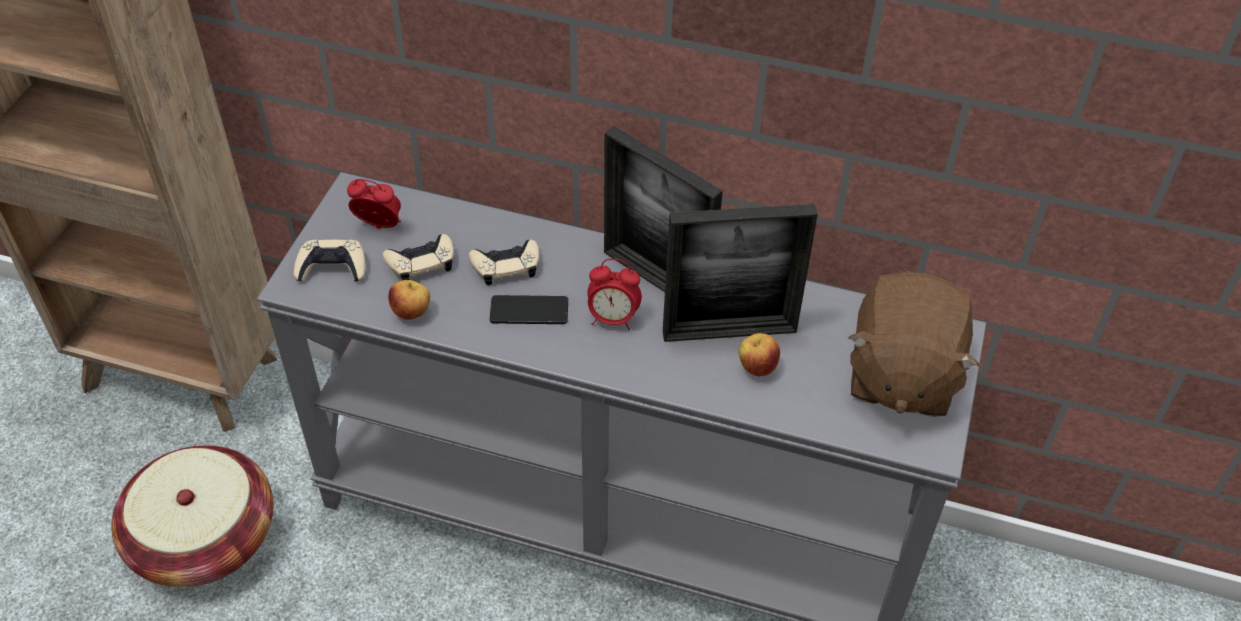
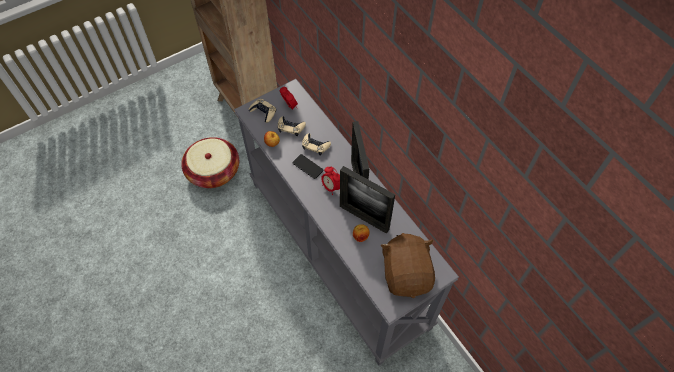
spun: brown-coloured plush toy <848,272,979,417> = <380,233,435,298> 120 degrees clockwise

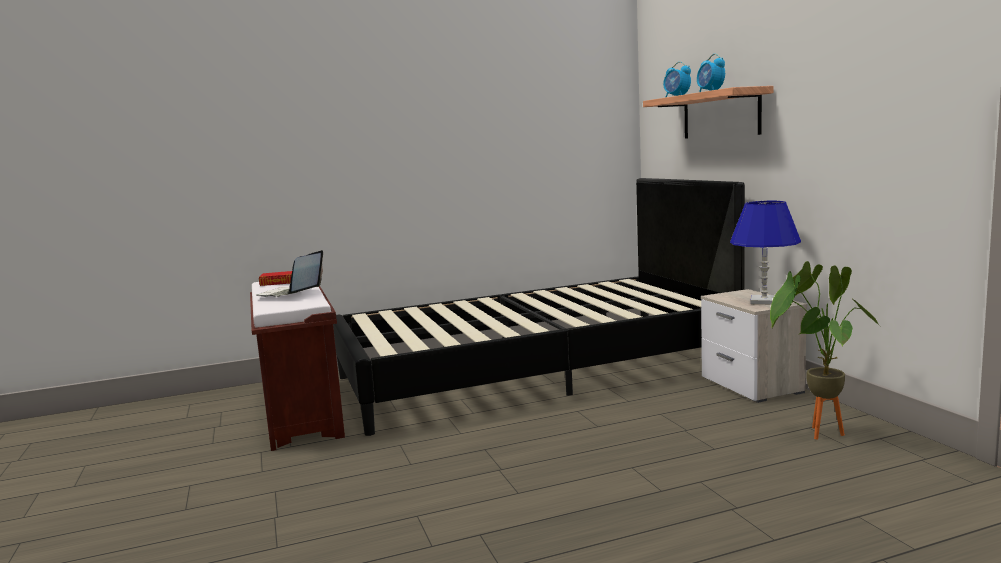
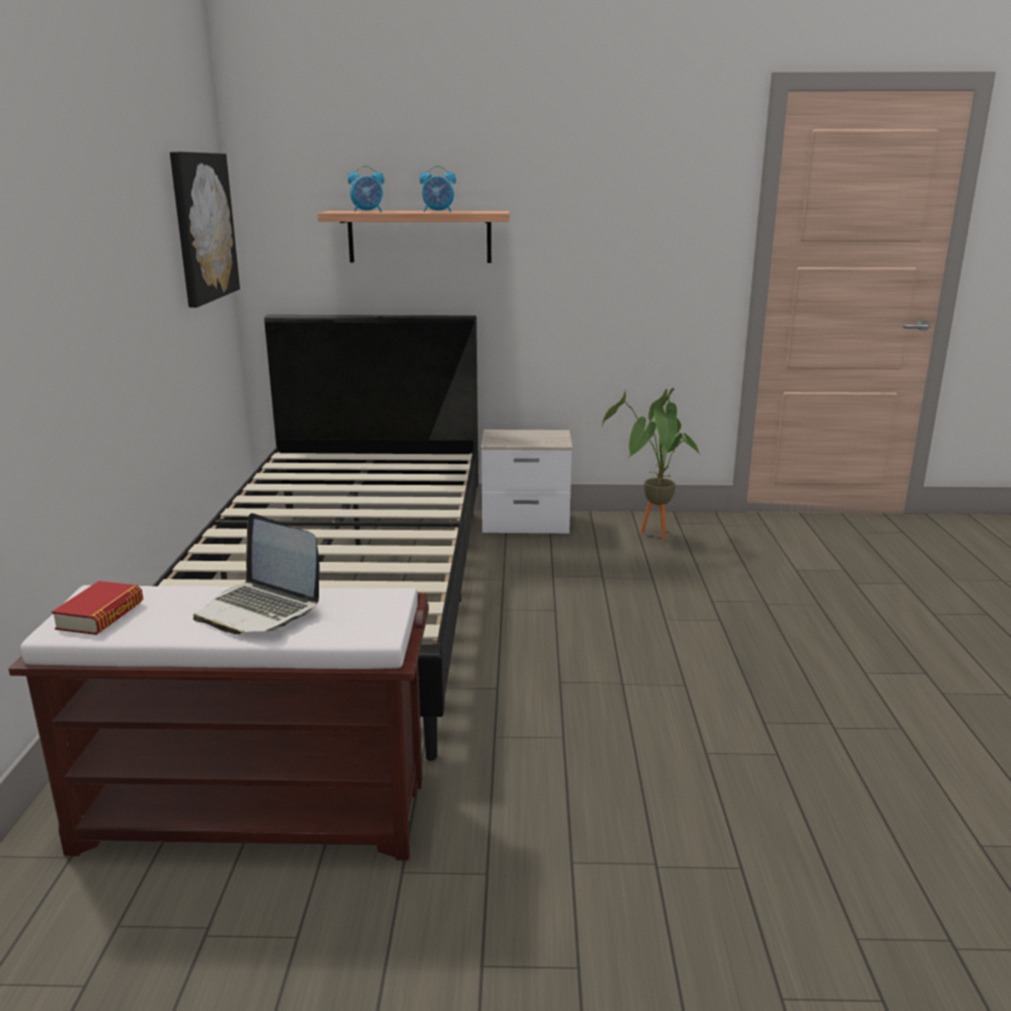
missing: bluish table lamp <730,201,801,305>
appeared: wall picture <170,151,240,308>

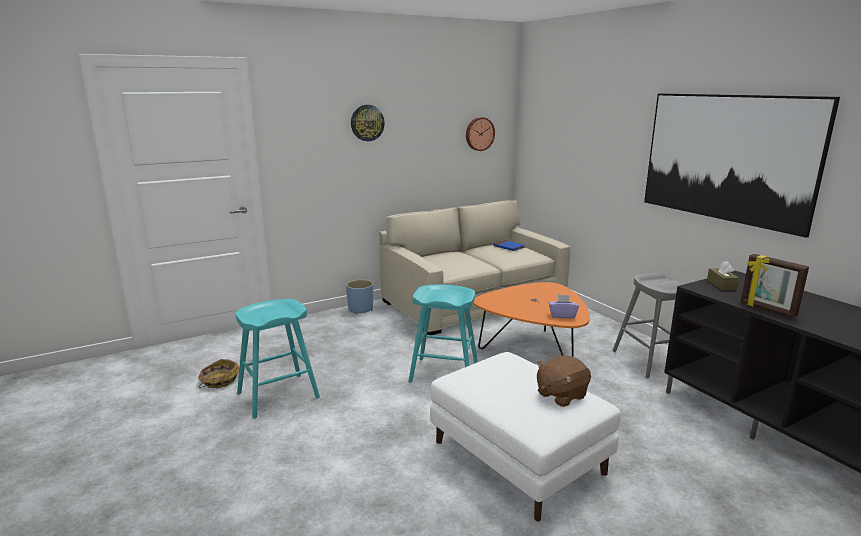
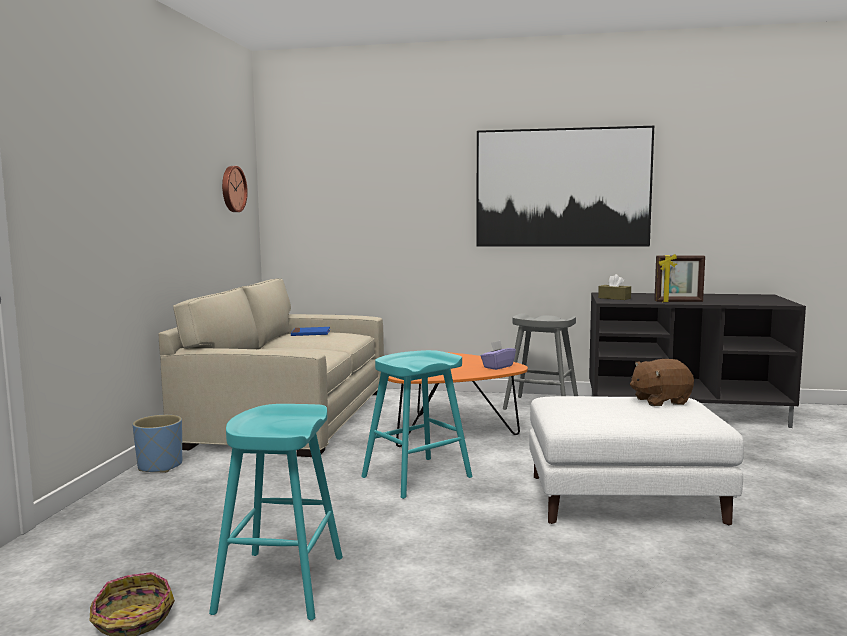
missing: wall clock <351,105,385,141>
spun: brown-coloured plush toy <537,356,591,407> = <630,359,694,406> 75 degrees clockwise

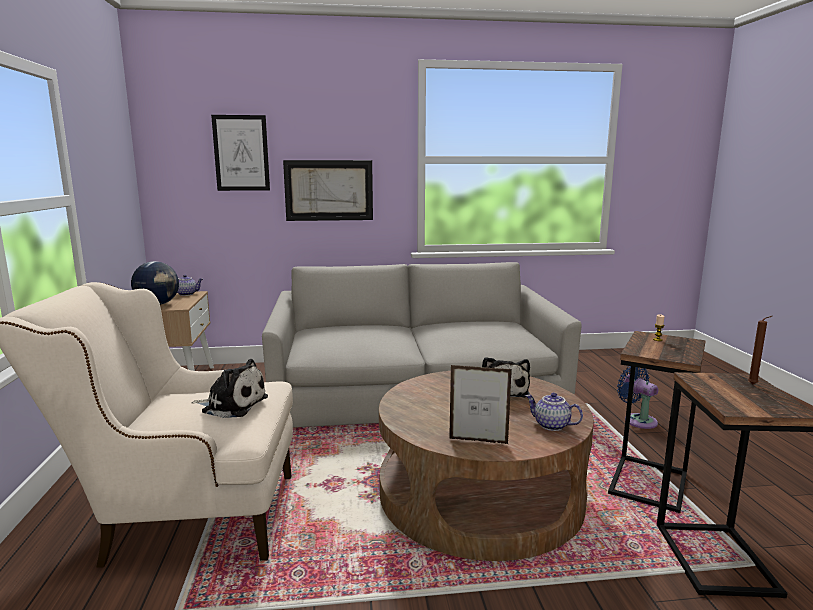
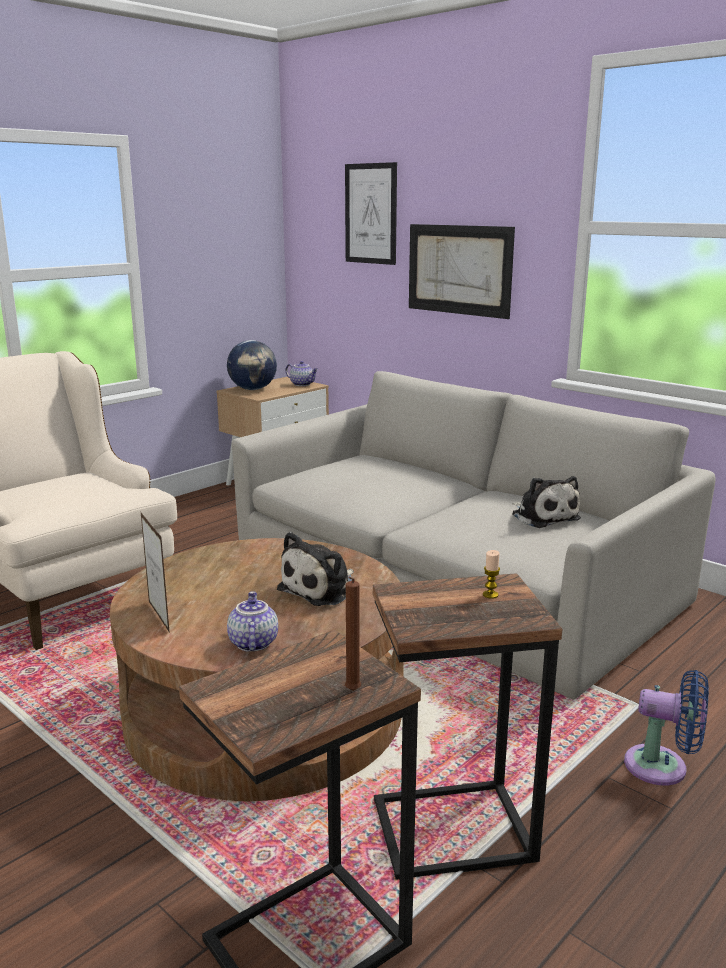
relocated: plush toy <191,359,268,418> to <512,476,581,528>
spun: bluish fan <617,366,659,429> = <624,670,709,785> 90 degrees clockwise

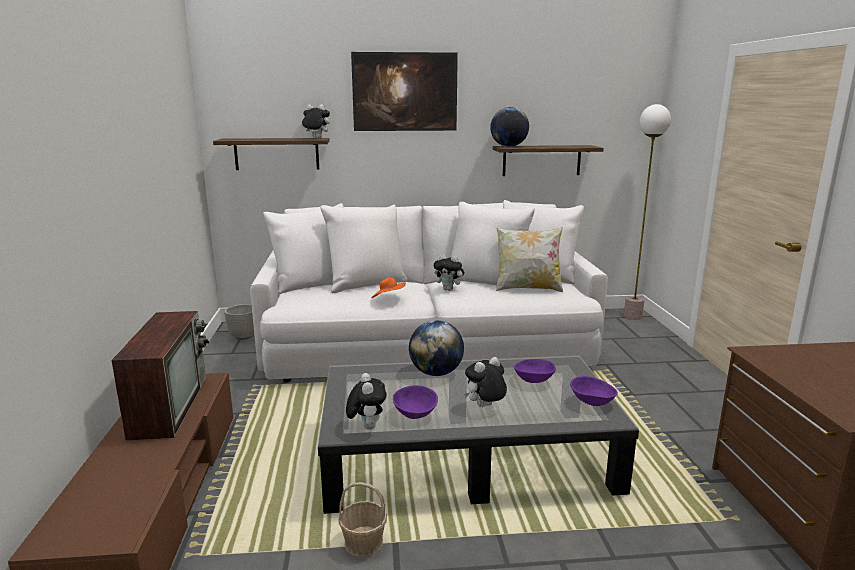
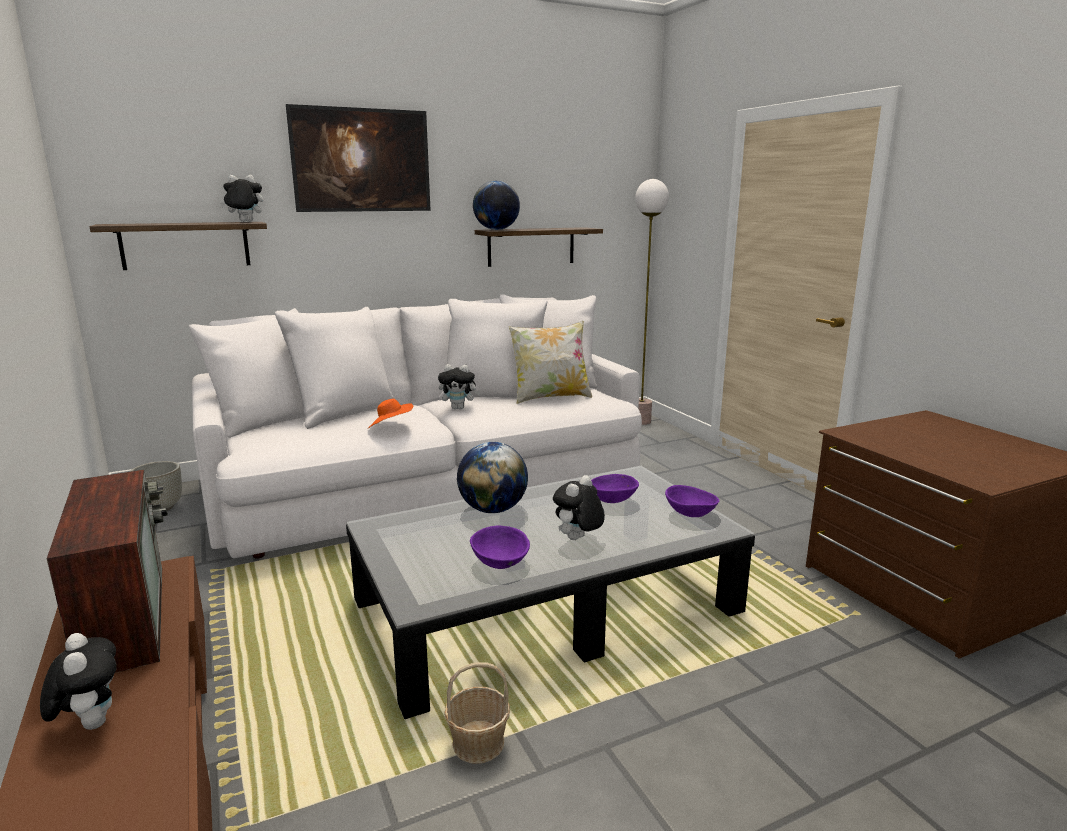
relocated: plush toy <346,373,387,430> to <40,633,117,730>

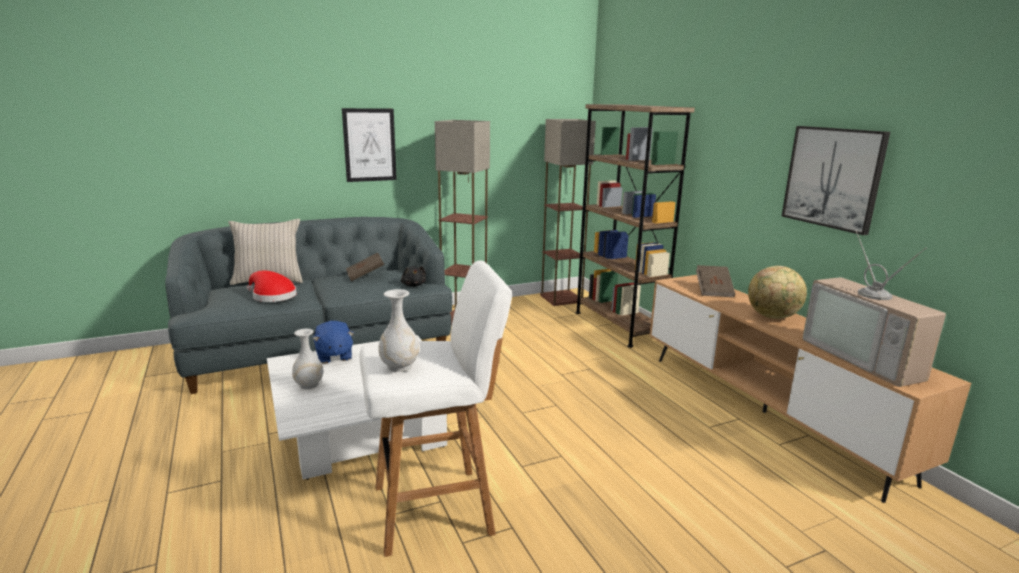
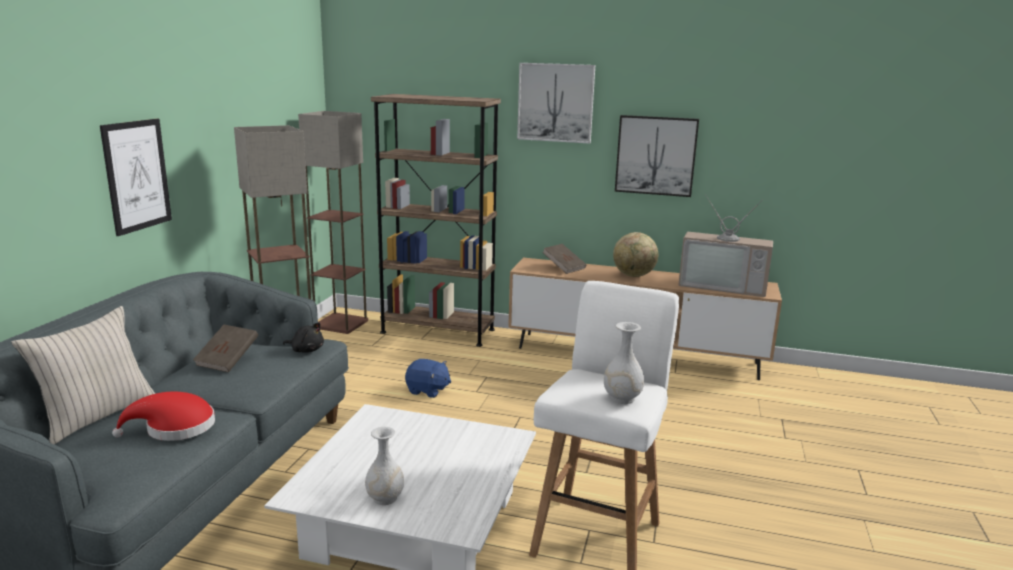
appeared: wall picture <517,63,595,144>
relocated: bluish plush toy <313,321,354,364> to <405,359,451,398>

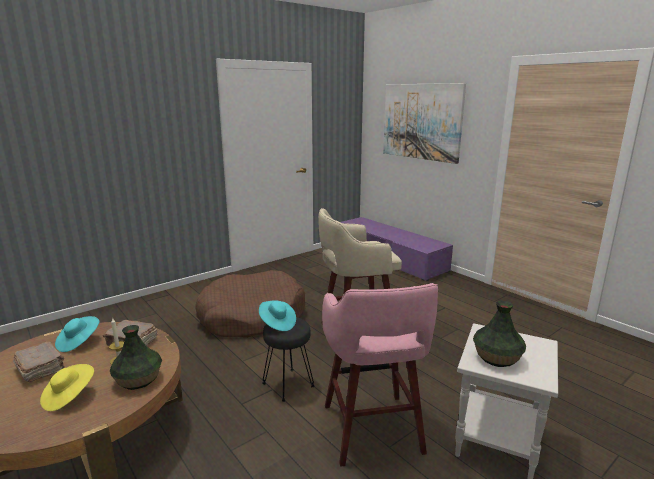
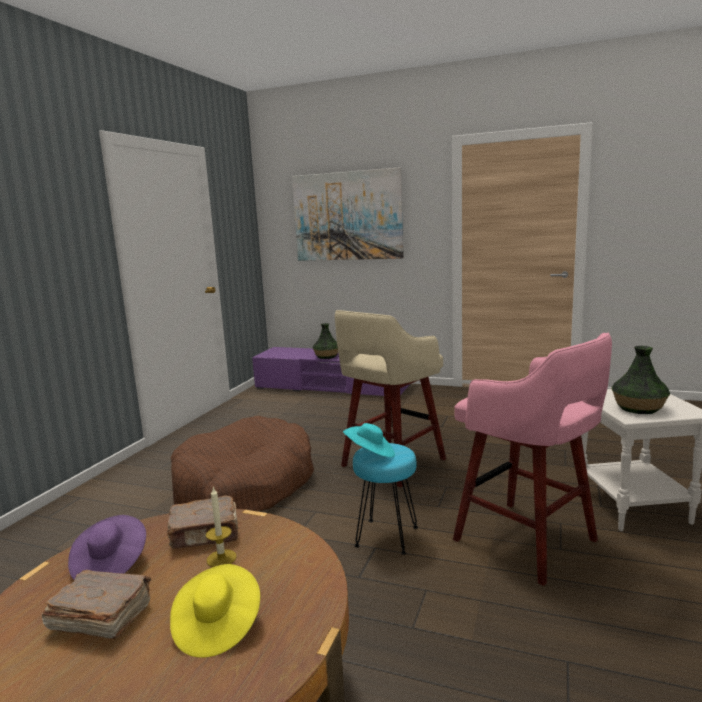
relocated: vase <110,325,162,390> to <313,323,338,359>
colour: blue-green wearable hat <55,316,99,352> to purple wearable hat <68,515,146,579>; blackish sitting stool <262,317,314,402> to blue-green sitting stool <353,443,418,555>

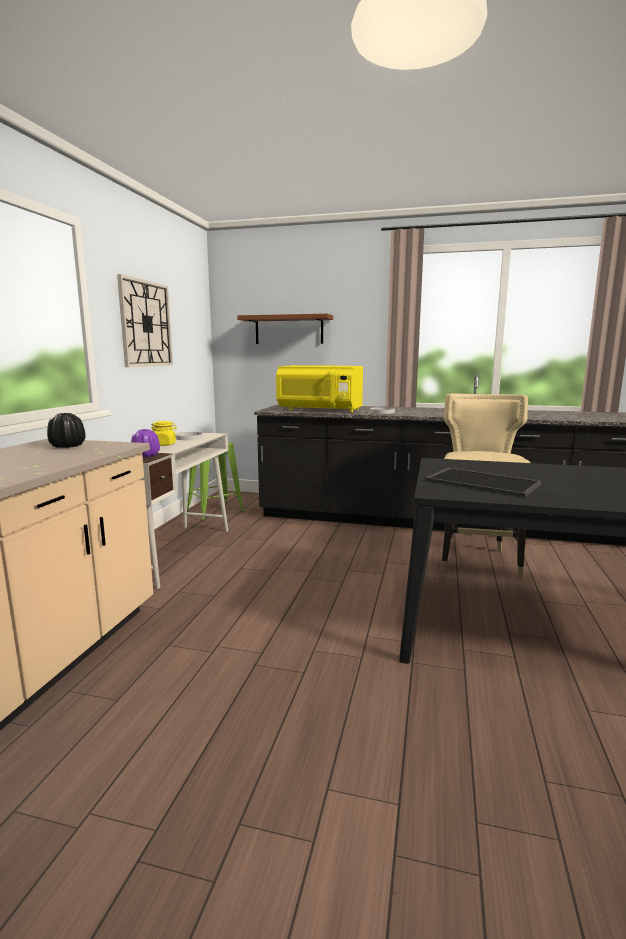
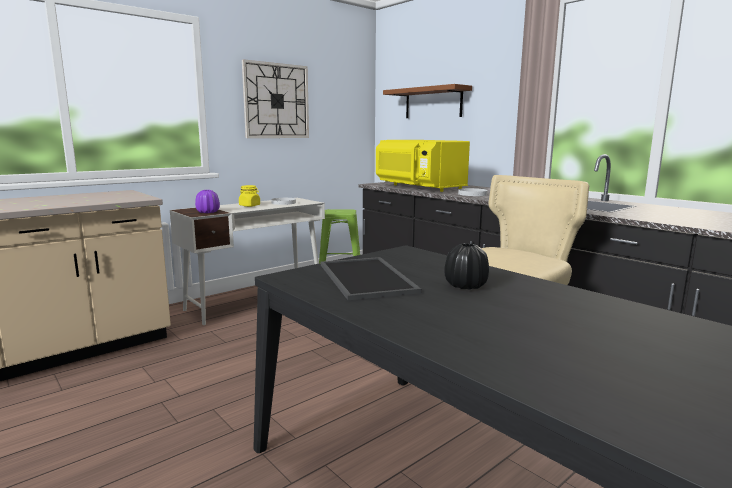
relocated: blackish vase <47,413,86,448> to <444,243,489,290>

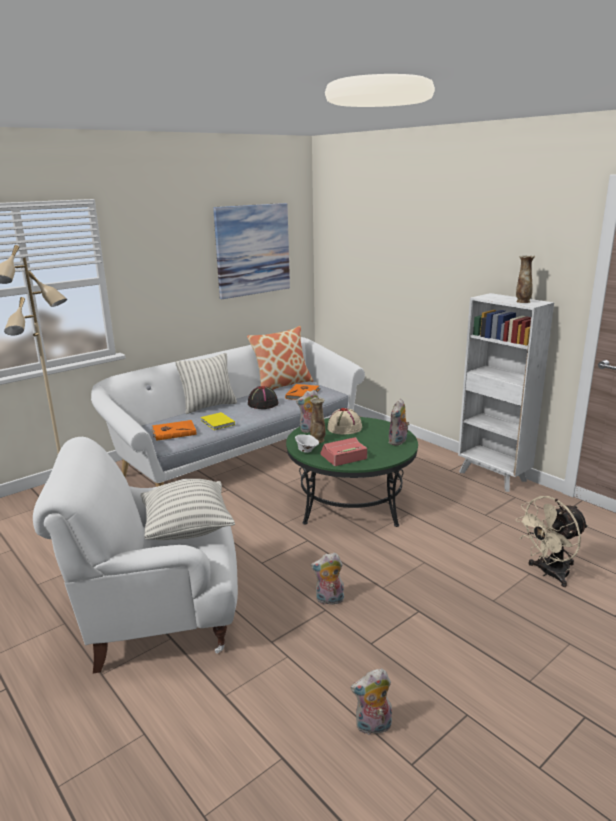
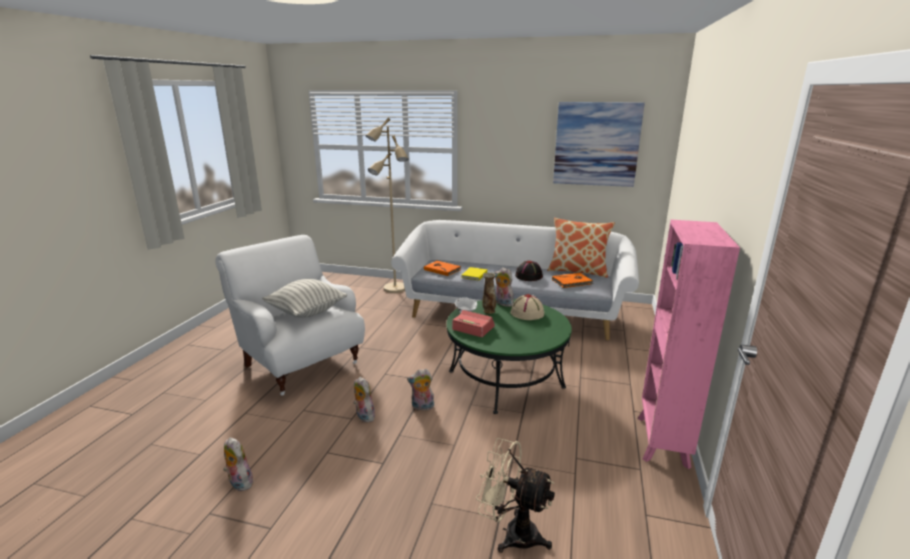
missing: vase <516,255,535,303>; throw pillow <175,353,237,414>
relocated: plush toy <388,399,409,446> to <407,369,434,412>
colour: white bookshelf <458,293,554,492> to pinkish bookshelf <637,220,740,469>

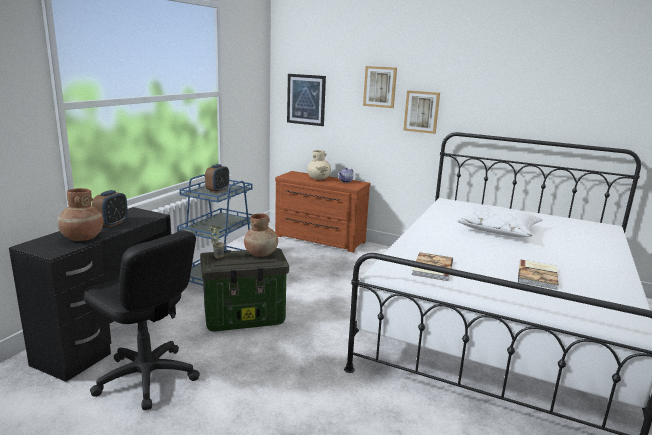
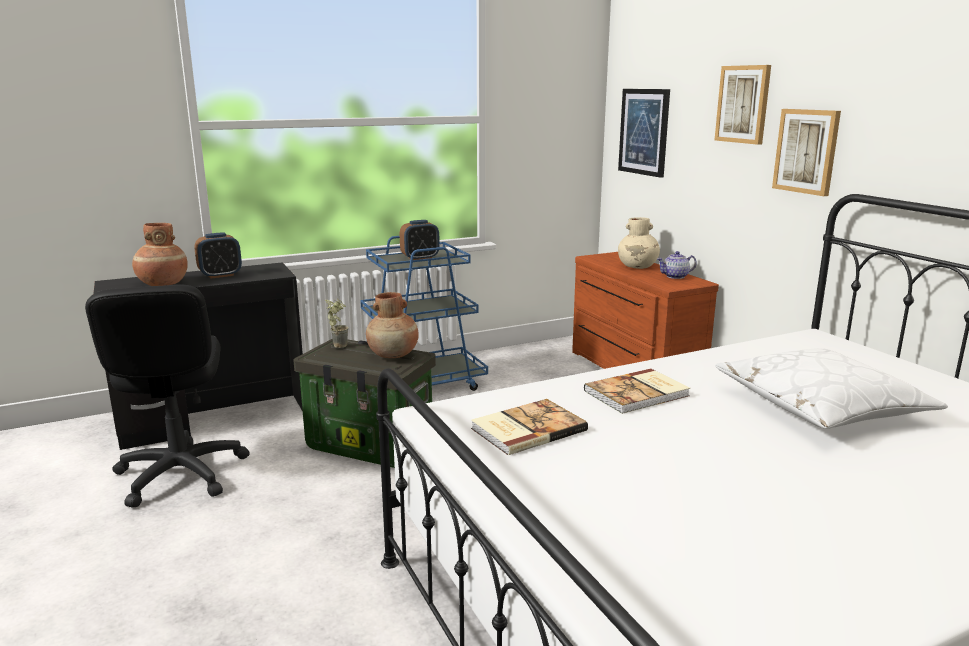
relocated: volume <518,260,559,290> to <584,368,690,414>

